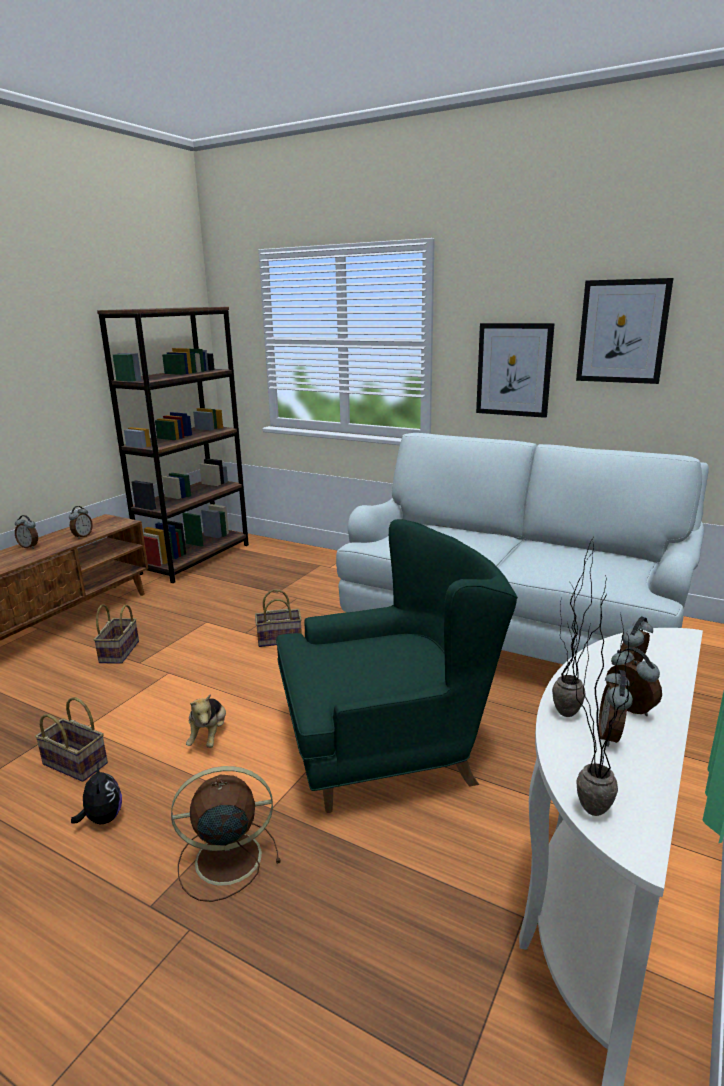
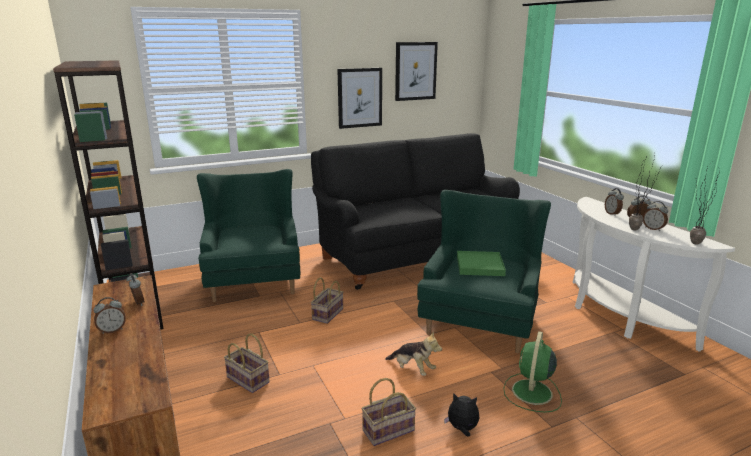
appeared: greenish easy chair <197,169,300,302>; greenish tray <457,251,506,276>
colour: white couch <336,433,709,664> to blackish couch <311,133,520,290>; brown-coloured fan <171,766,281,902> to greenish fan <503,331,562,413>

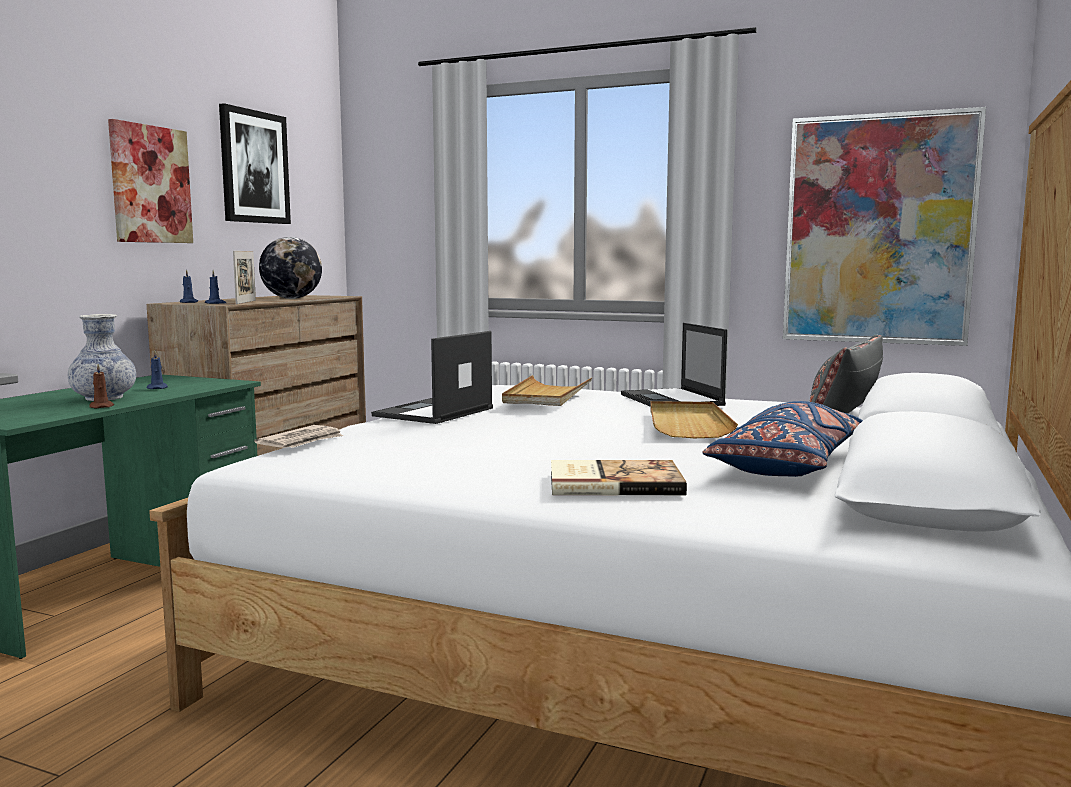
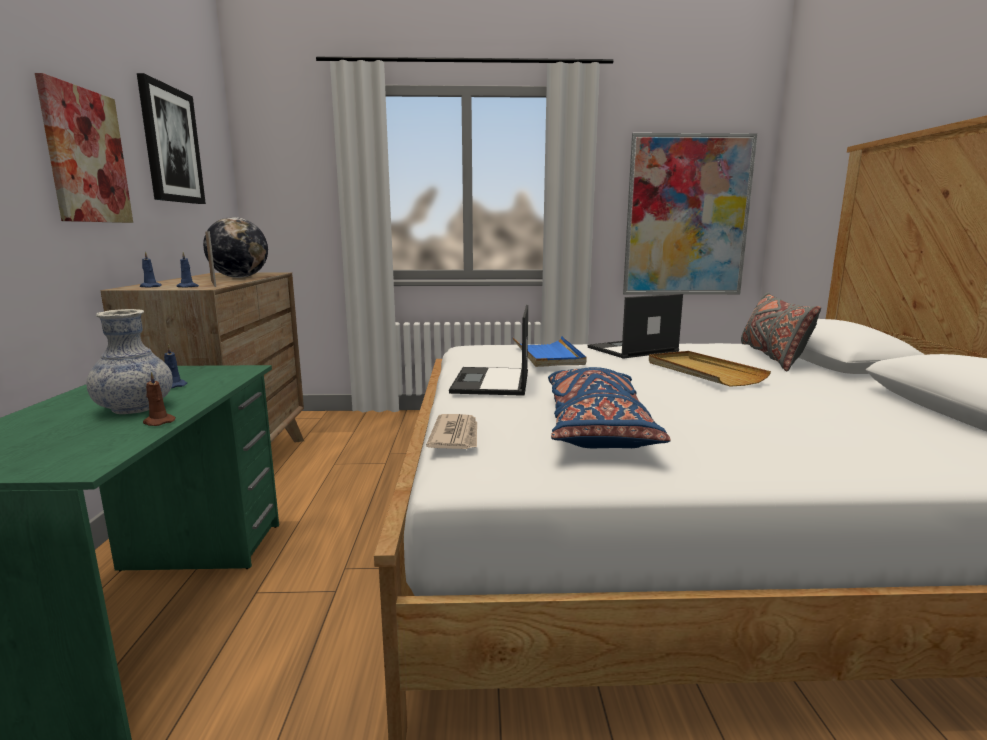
missing: volume <551,460,687,495>
relocated: bluish throw pillow <703,401,863,477> to <548,367,671,448>
colour: sand-coloured tray <502,375,592,406> to bluish tray <512,336,586,367>
spun: laptop <621,323,727,406> = <588,293,683,359> 105 degrees clockwise

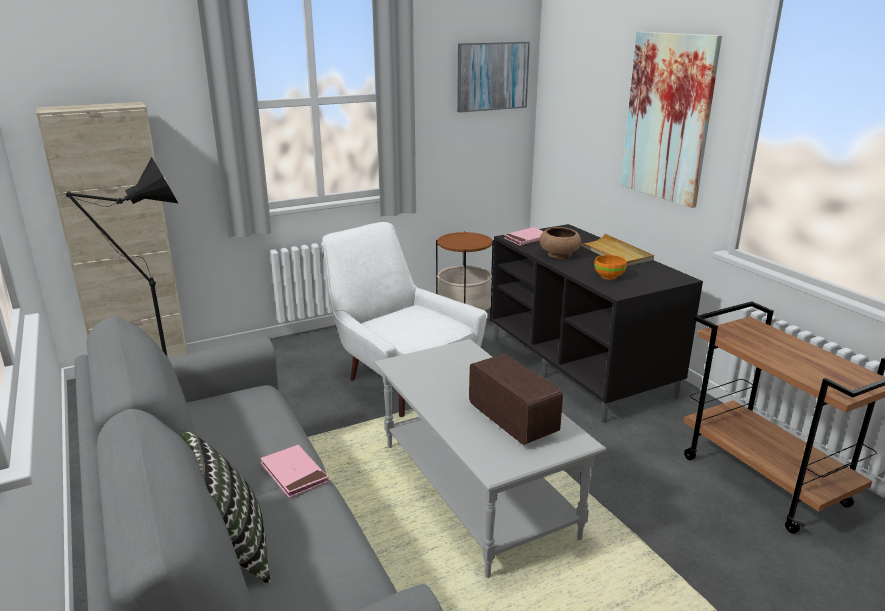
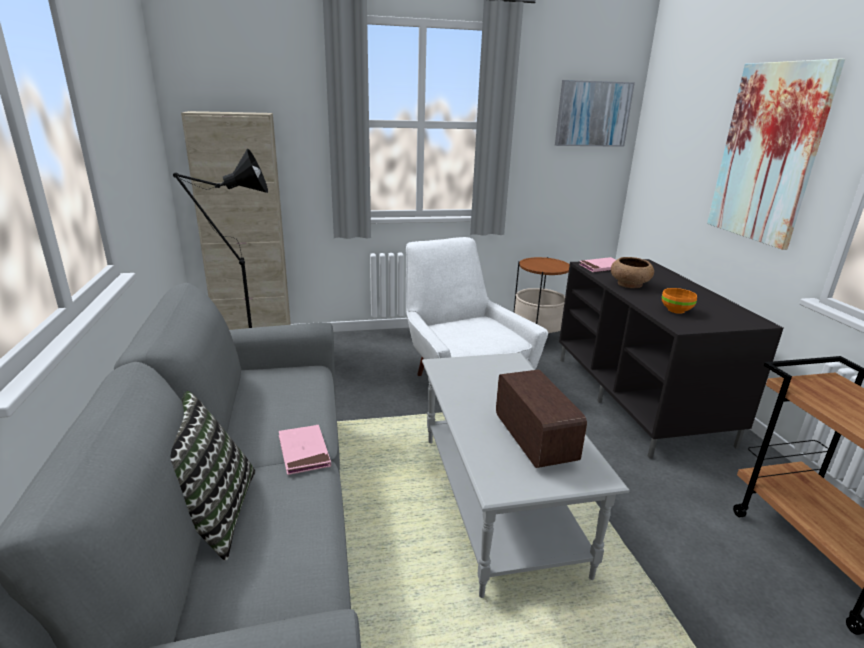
missing: sand-coloured tray <581,233,654,266>

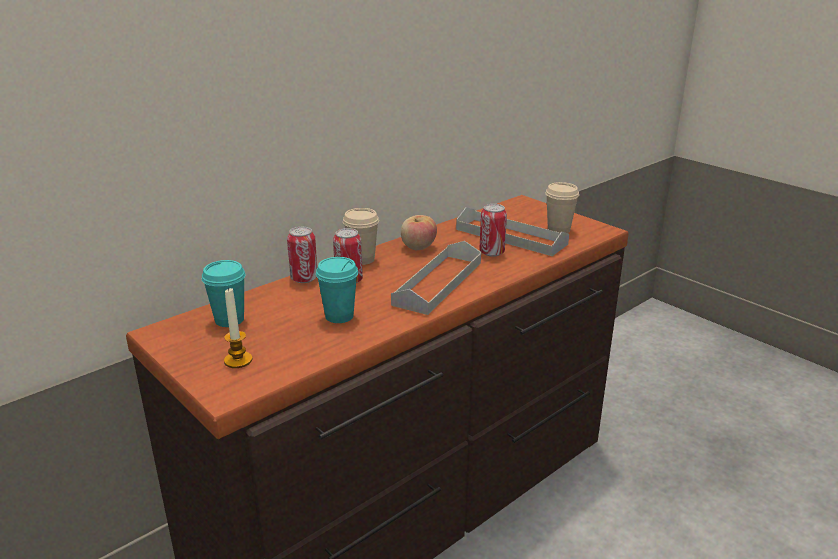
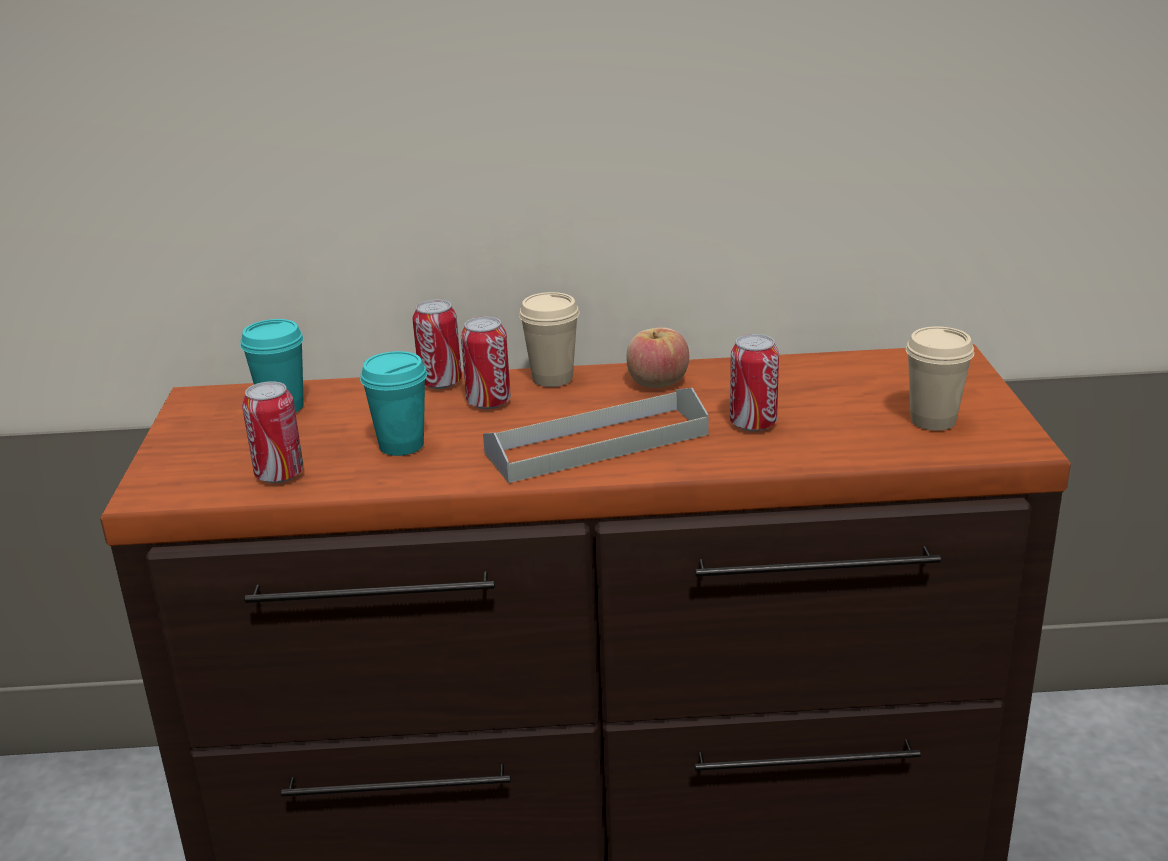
missing: grey tray <456,207,569,256>; candle <224,287,252,368>
appeared: metal can <242,381,304,483>

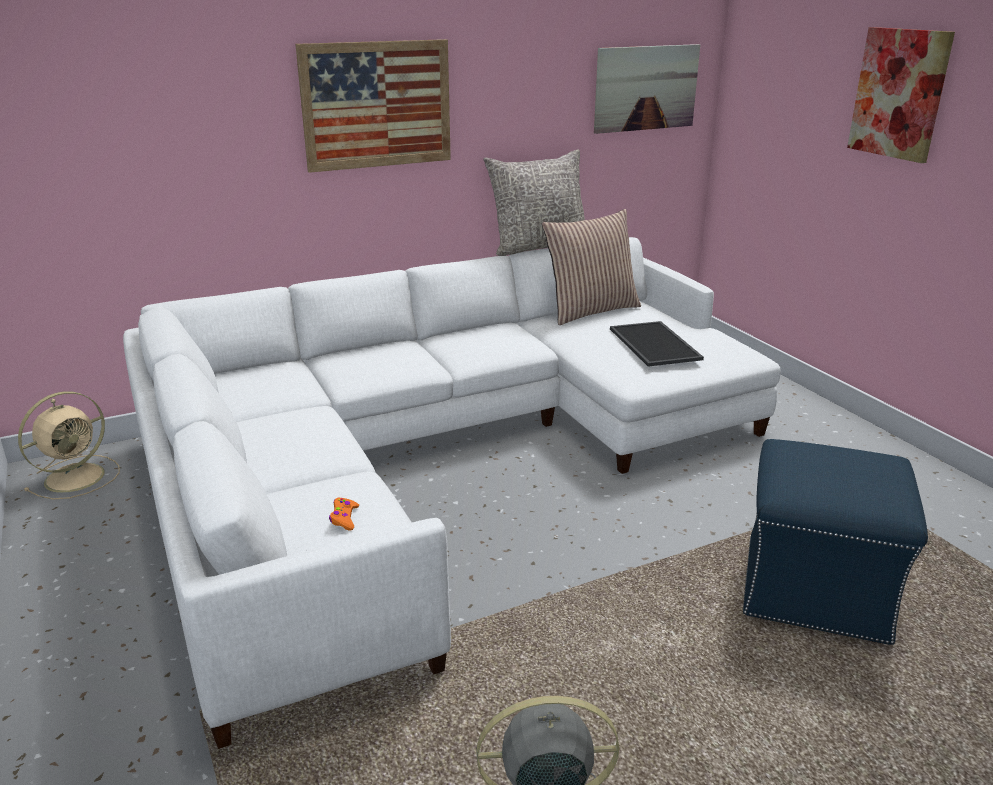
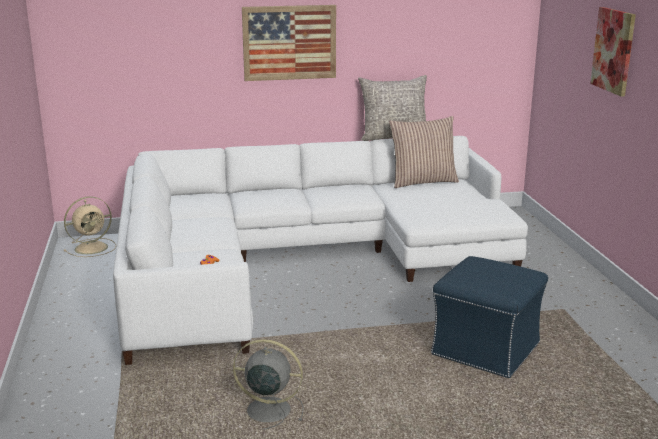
missing: wall picture <594,44,700,134>; tray <610,321,704,367>

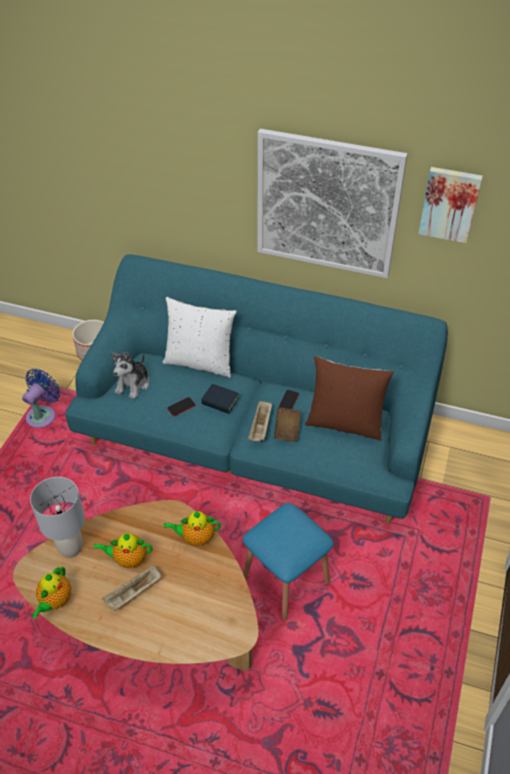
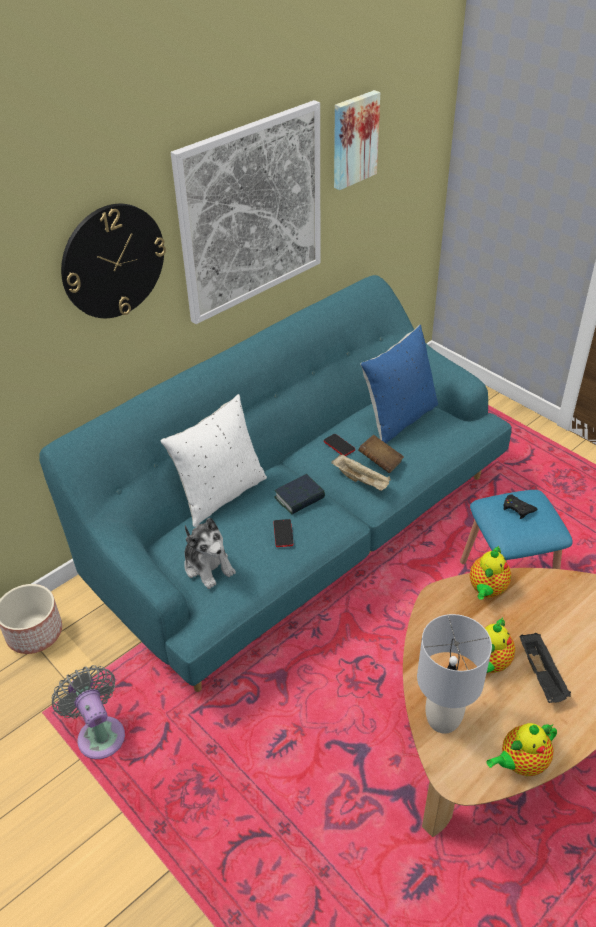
appeared: wall clock <61,204,166,318>; blackish game controller <503,494,538,519>
colour: brown-coloured throw pillow <305,356,394,441> to bluish throw pillow <360,325,438,443>; bluish fan <22,369,60,428> to grey fan <52,665,125,759>; sand-coloured tray <102,565,161,611> to blackish tray <520,633,571,703>
spun: tea pot <32,567,71,619> = <486,723,557,776> 105 degrees clockwise

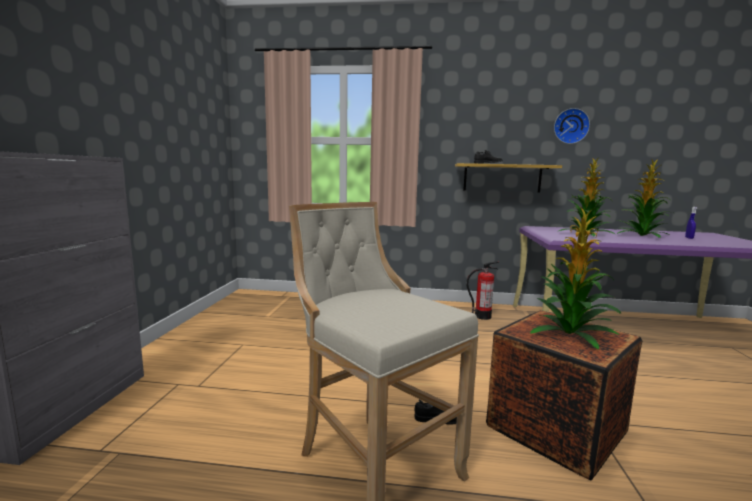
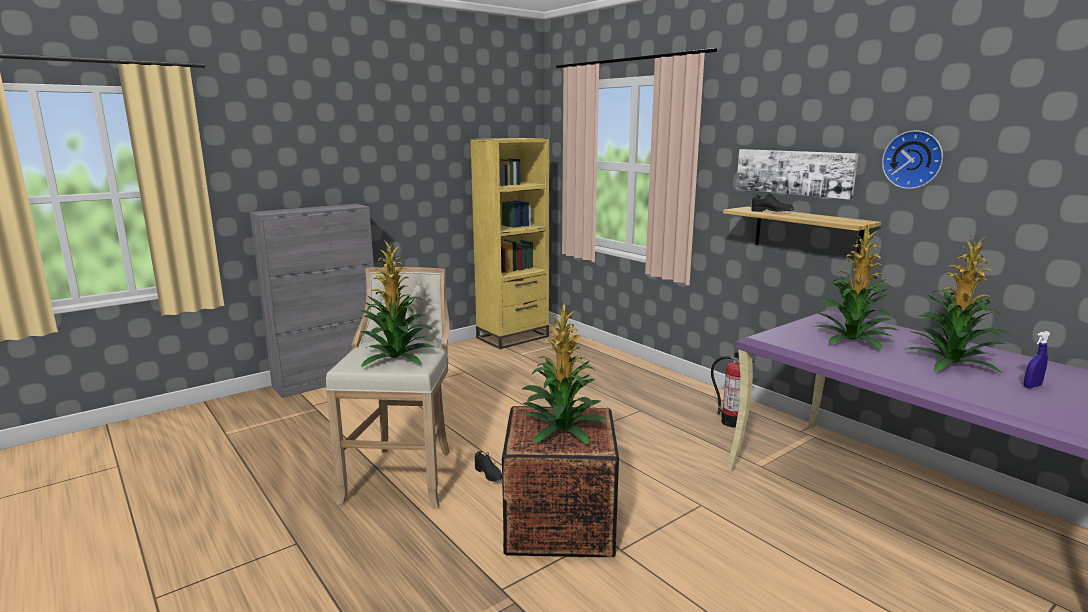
appeared: yellow-coloured bookshelf <470,138,549,349>; wall picture <736,149,859,200>; houseplant <359,240,435,367>

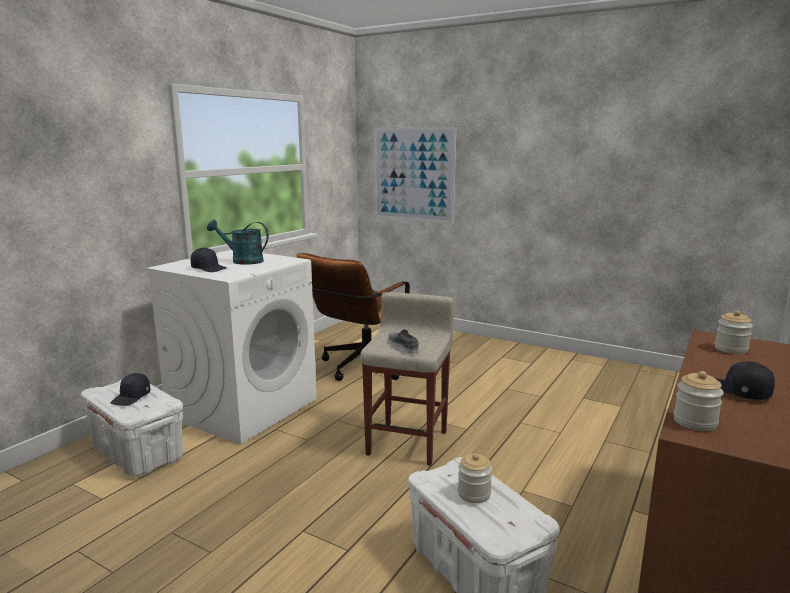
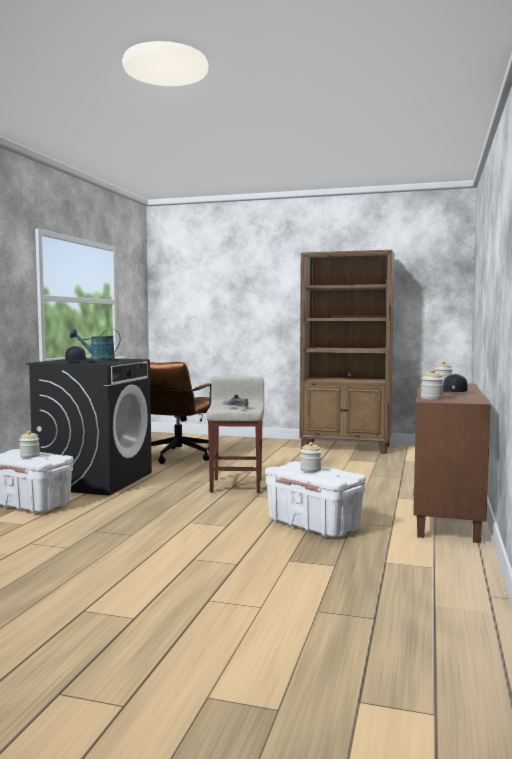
missing: wall picture <374,127,456,224>
appeared: brown-coloured bookshelf <299,250,395,454>
exchanged: blackish cap <110,373,151,406> to preserve jar <19,431,40,458>
colour: white laundry machine <146,250,317,444> to blackish laundry machine <26,358,152,496>

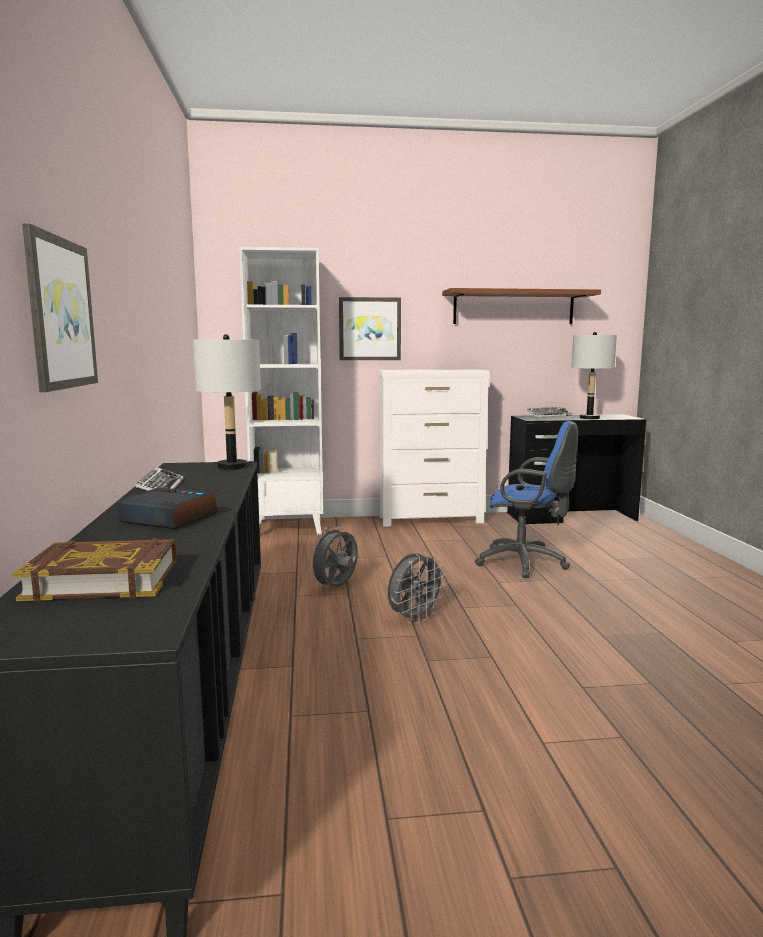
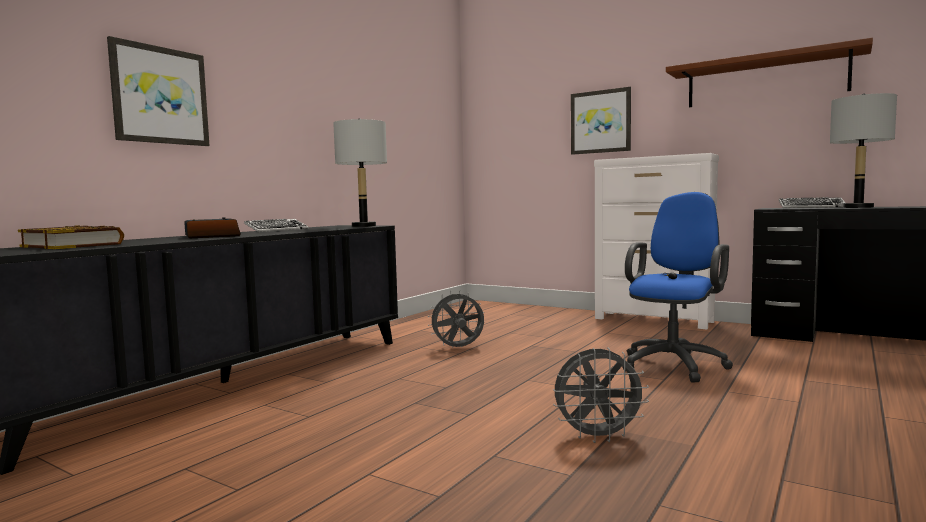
missing: white bookshelf <239,247,323,535>
relocated: grey fan <388,552,446,624> to <553,348,649,443>
spun: bluish computer chair <475,421,578,578> = <622,192,733,382> 120 degrees counterclockwise

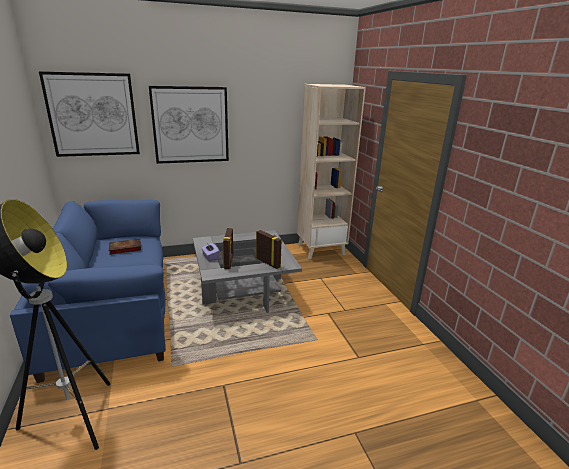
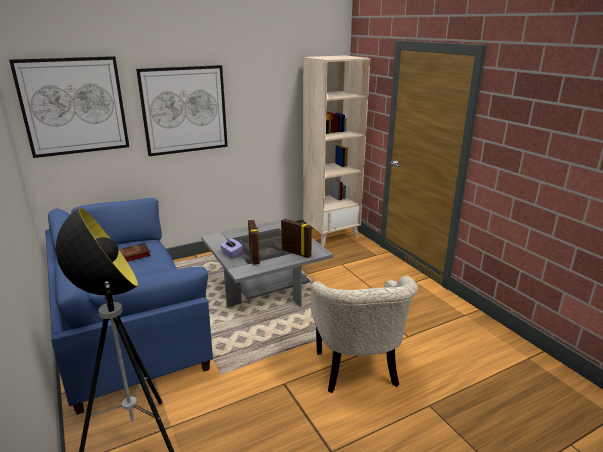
appeared: sand-coloured easy chair <311,276,418,393>

